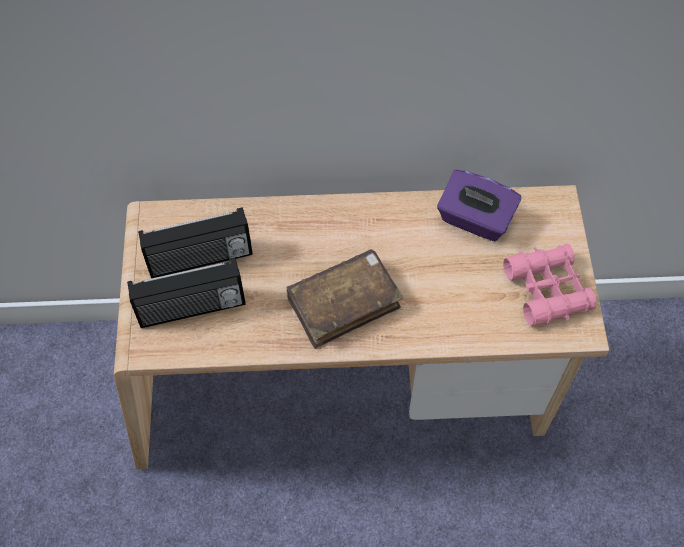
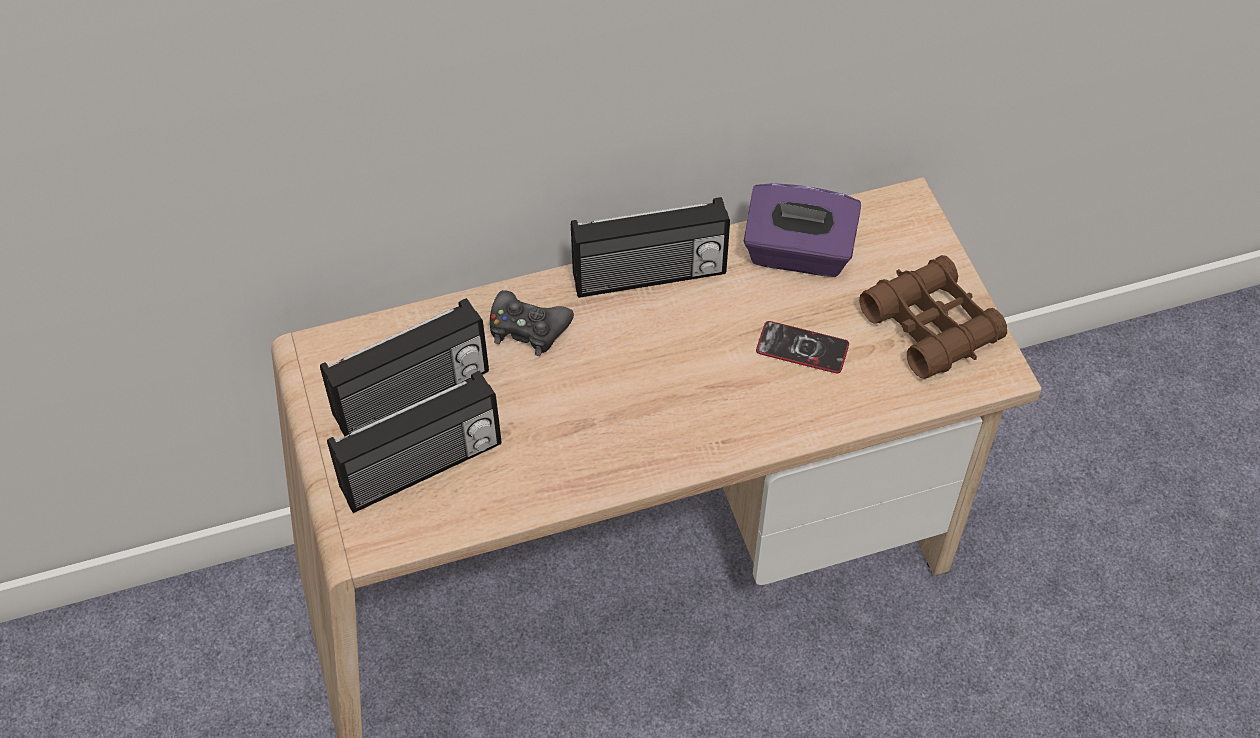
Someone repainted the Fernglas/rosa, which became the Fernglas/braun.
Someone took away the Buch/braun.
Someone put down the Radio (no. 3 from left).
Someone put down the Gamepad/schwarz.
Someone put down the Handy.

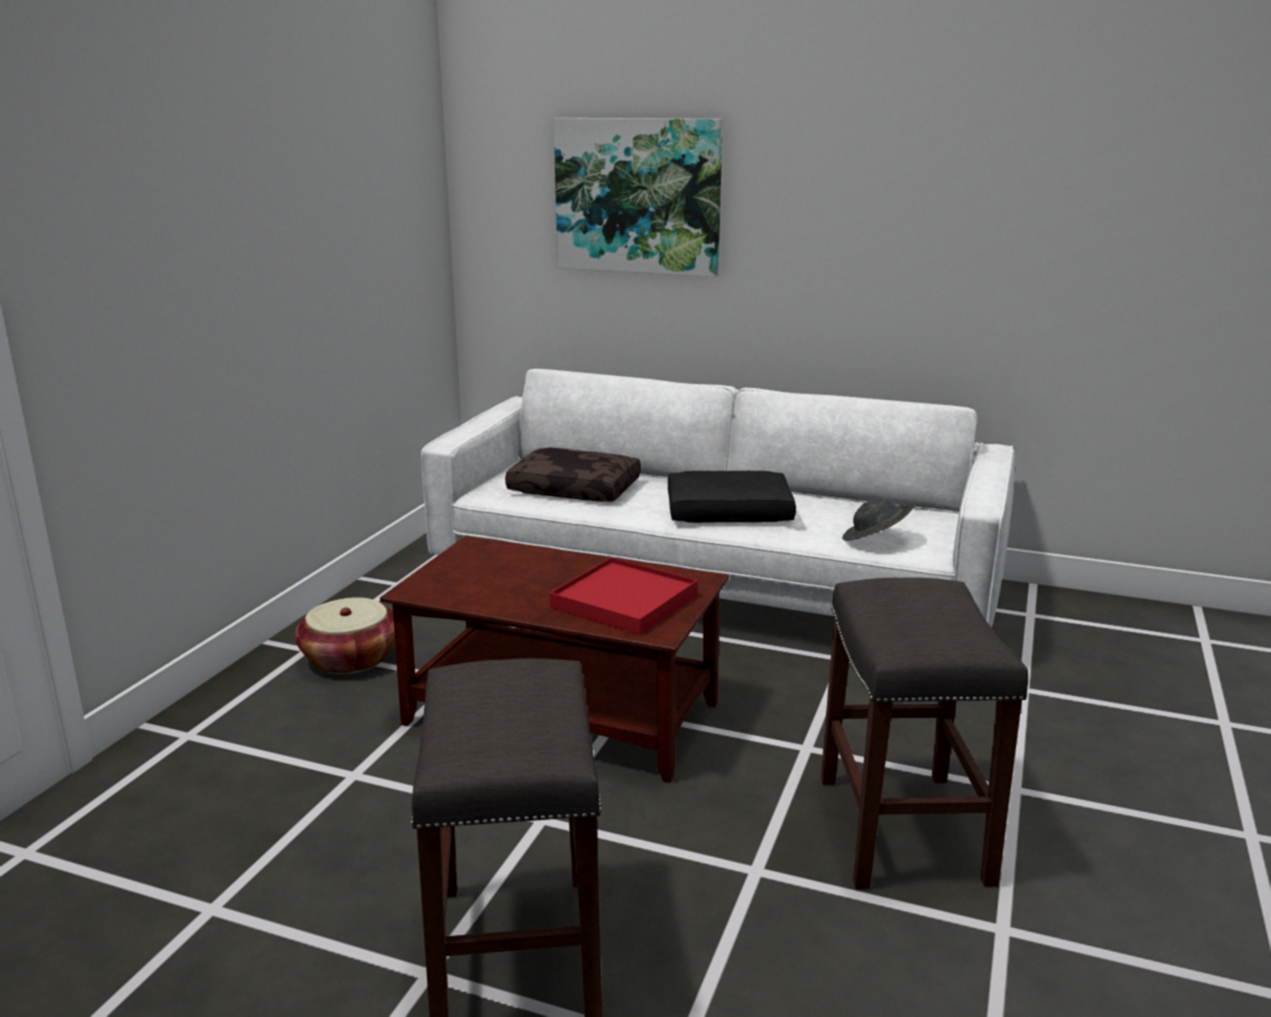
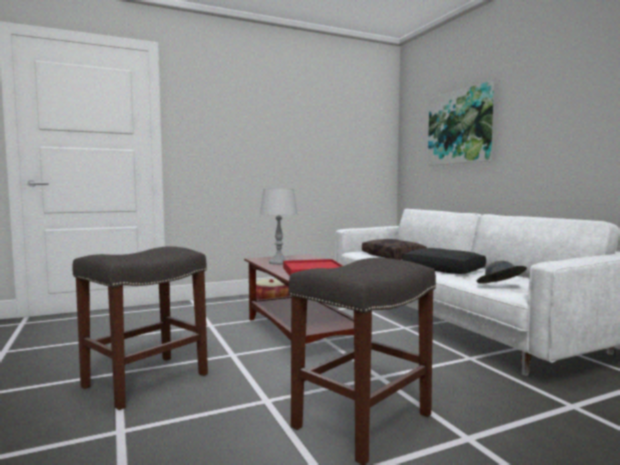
Someone put down the Tischlampe/grau.

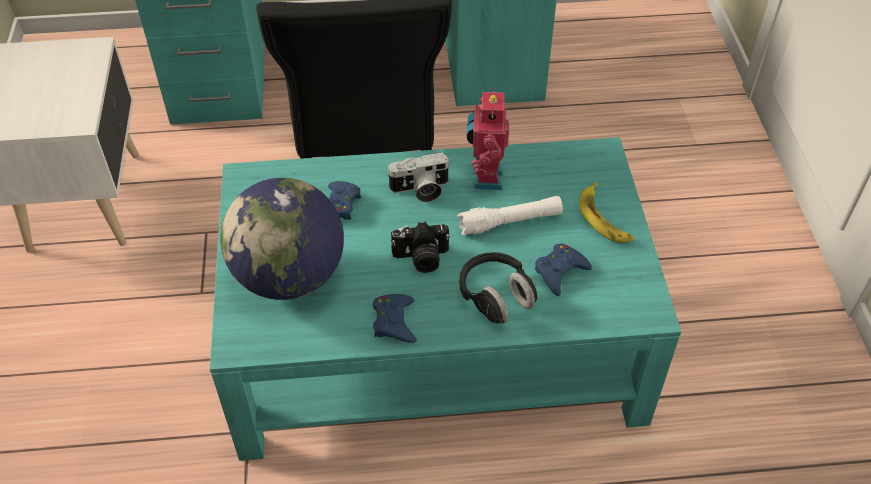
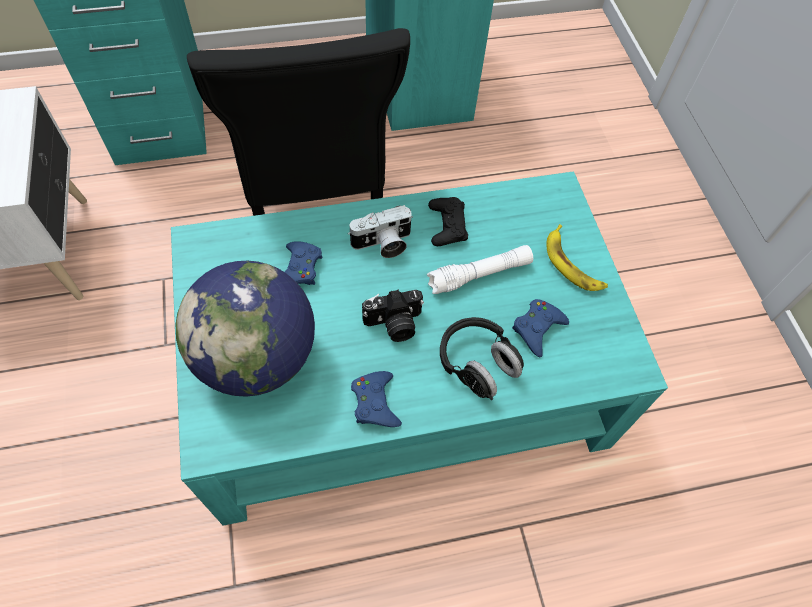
Someone swapped the Spielzeugroboter for the Gamepad/schwarz.

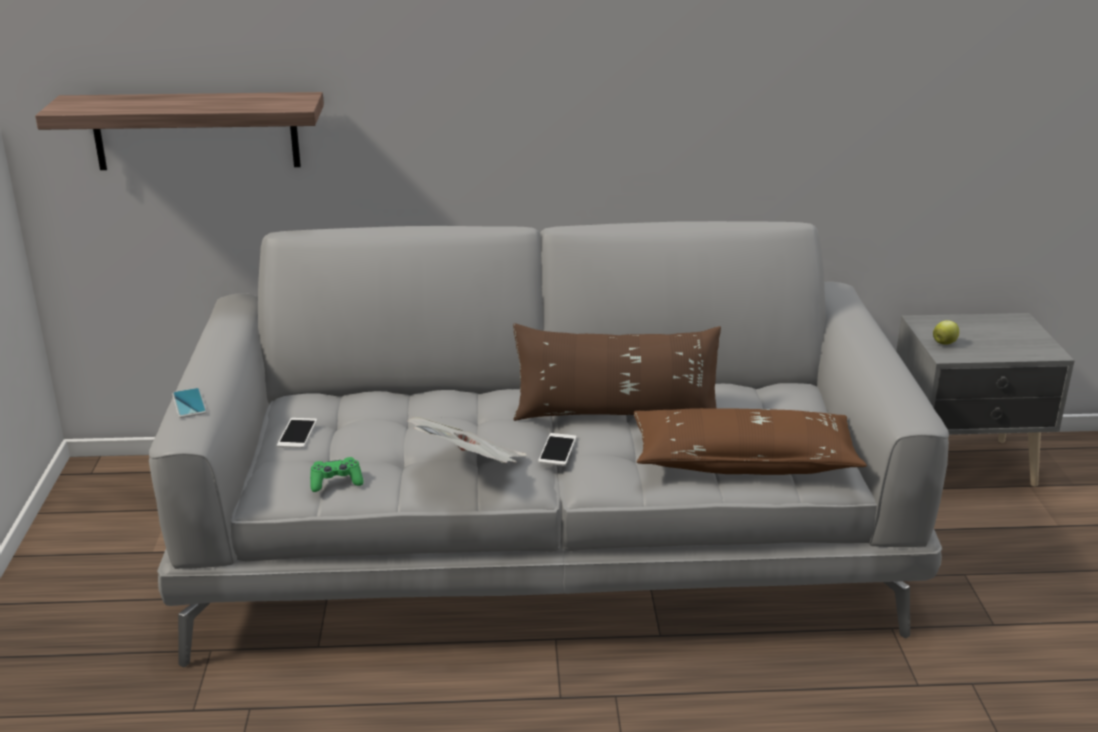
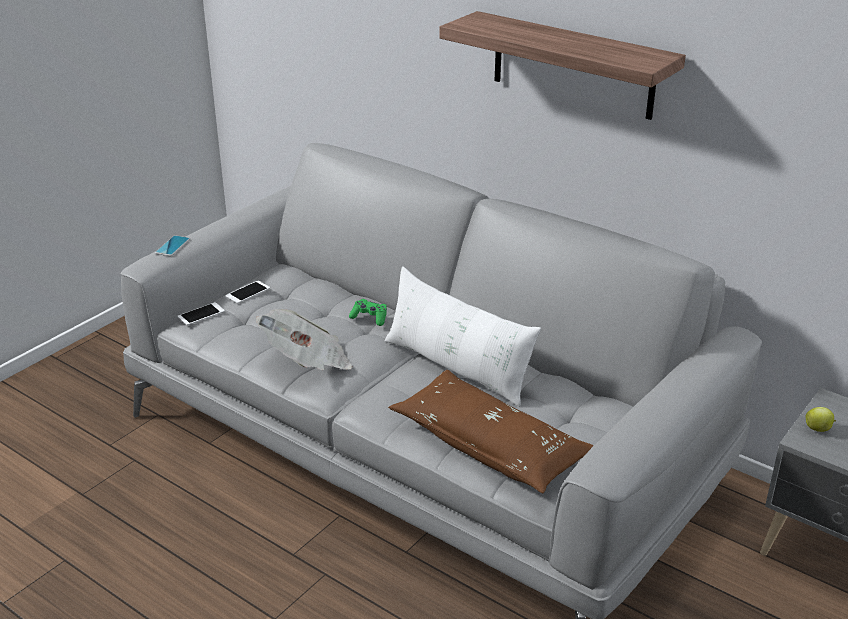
Someone carried the Wandregal.
Someone repainted the Kissen/braun (no. 1 from left), which became the Kissen/weiß.
Someone carried the Handy (no. 3 from left in the first image).
Someone carried the Gamepad/grün.

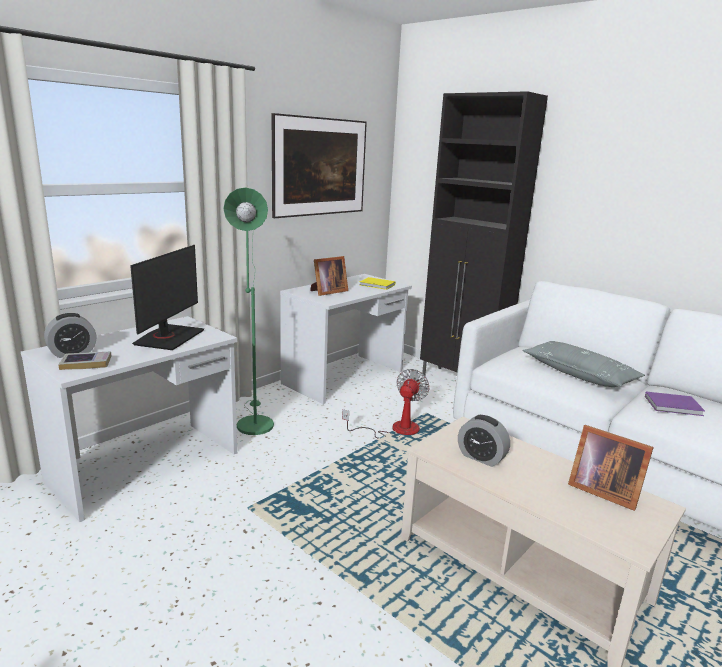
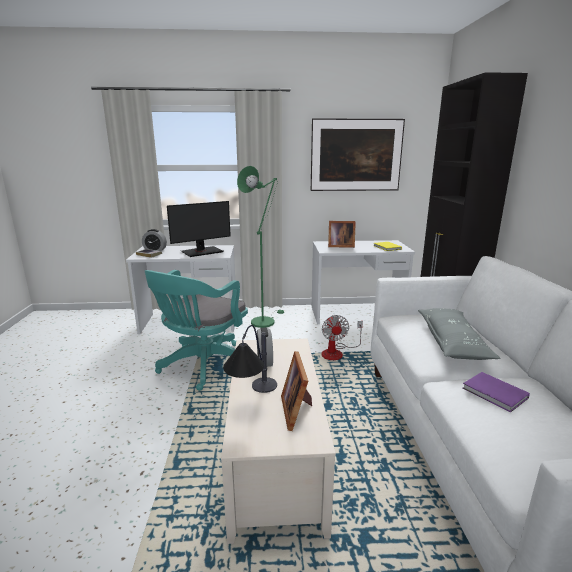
Someone rotated the Ventilator by 105 degrees clockwise.
Someone put down the Bürostuhl/türkis.
Someone put down the Tischlampe.

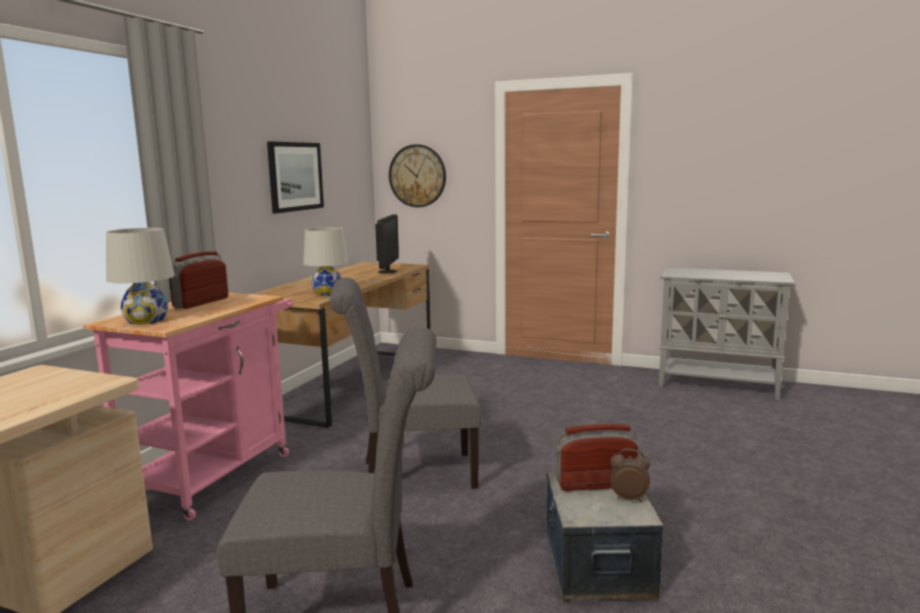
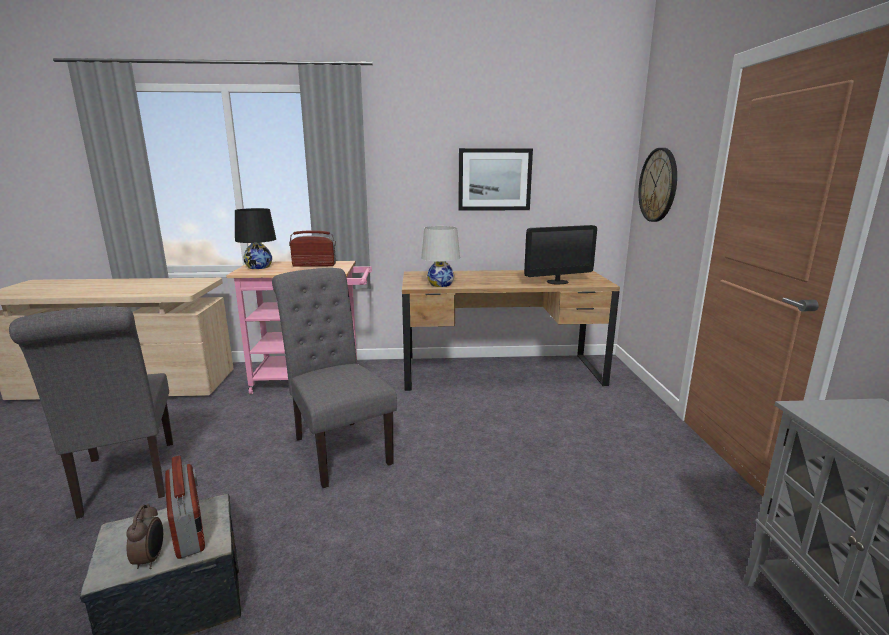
Someone repainted the Tischlampe/weiß (no. 1 from left), which became the Tischlampe/schwarz.

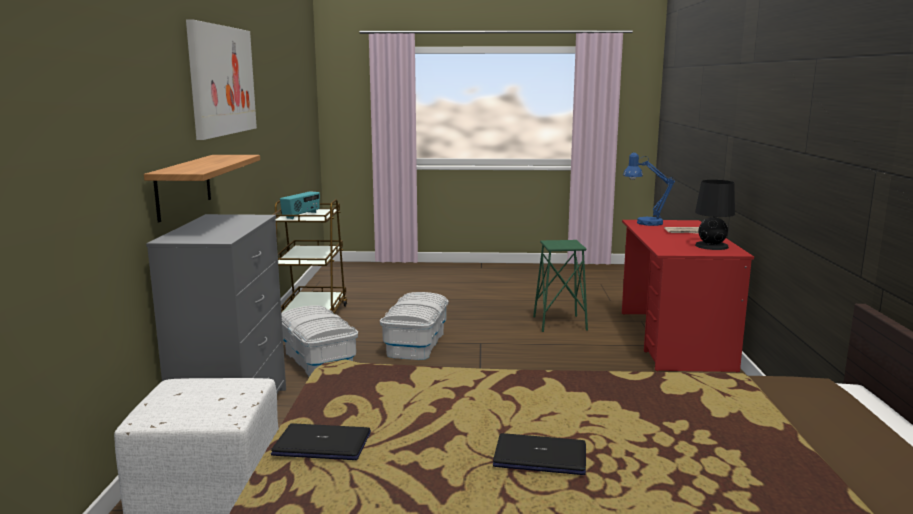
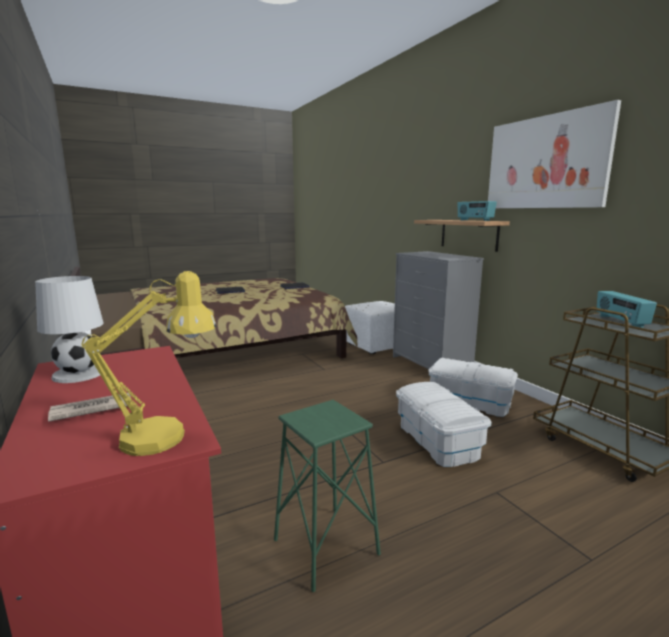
Someone repainted the Tischlampe/blau, which became the Tischlampe/gelb.
Someone repainted the Tischlampe/schwarz, which became the Tischlampe/weiß.
Someone put down the Radio (no. 1 from left).

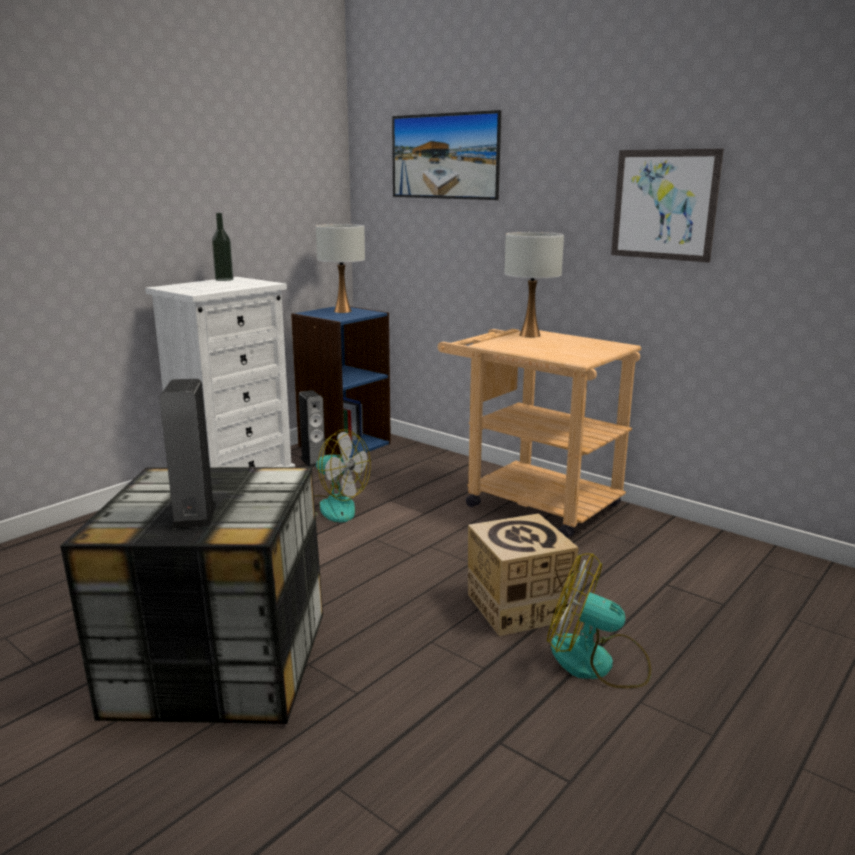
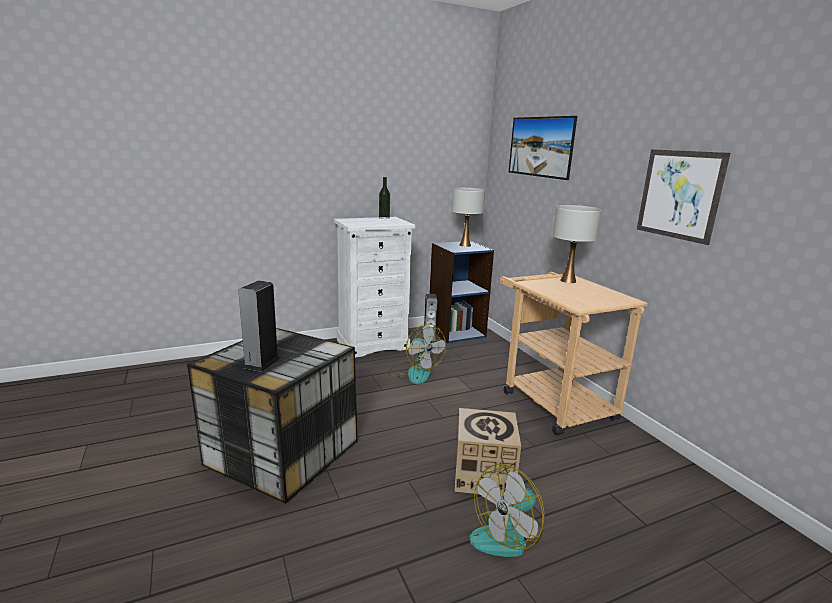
Someone rotated the Ventilator (no. 2 from left) by 90 degrees counterclockwise.

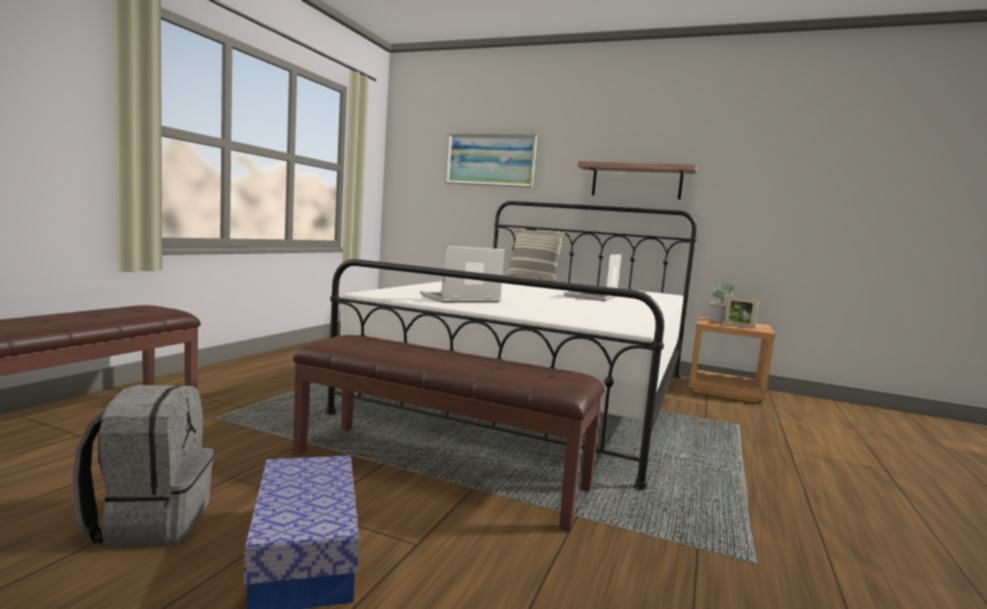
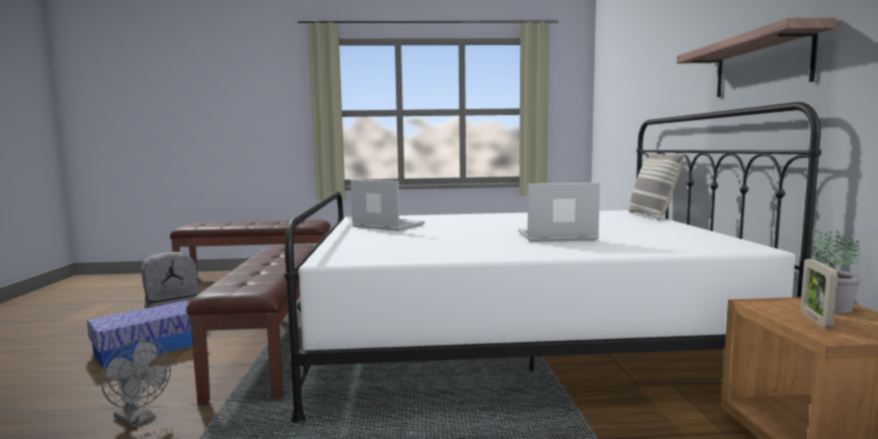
Someone took away the Bild.
Someone put down the Ventilator/grau.

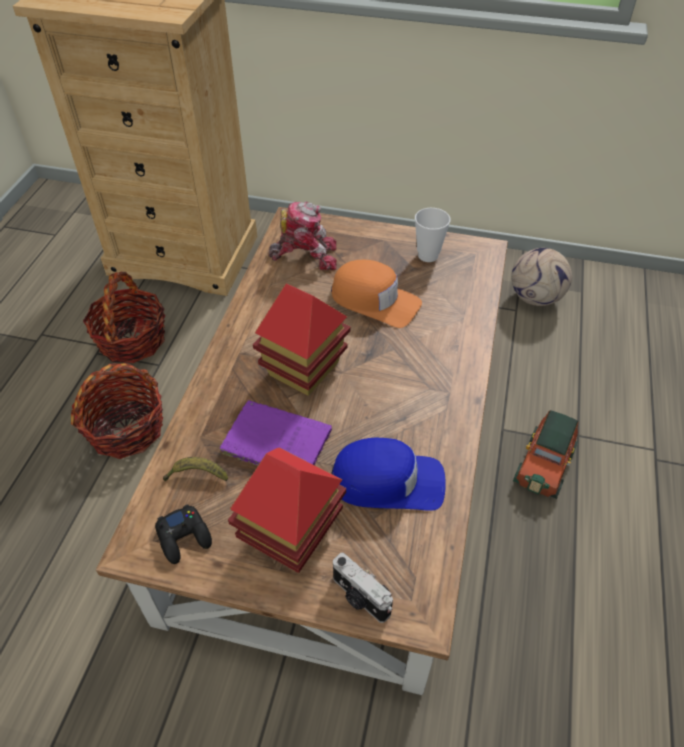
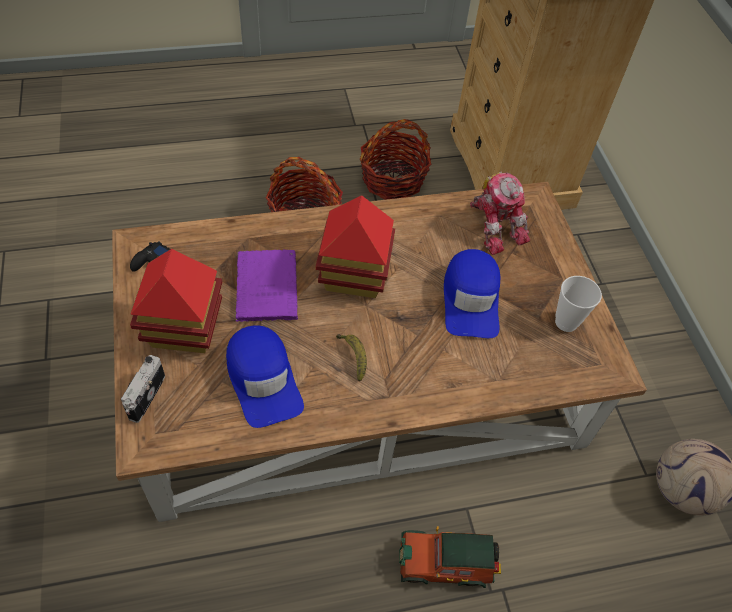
Someone repainted the Kappe/orange, which became the Kappe/blau (no. 2 from left).
Someone carried the Banane.

